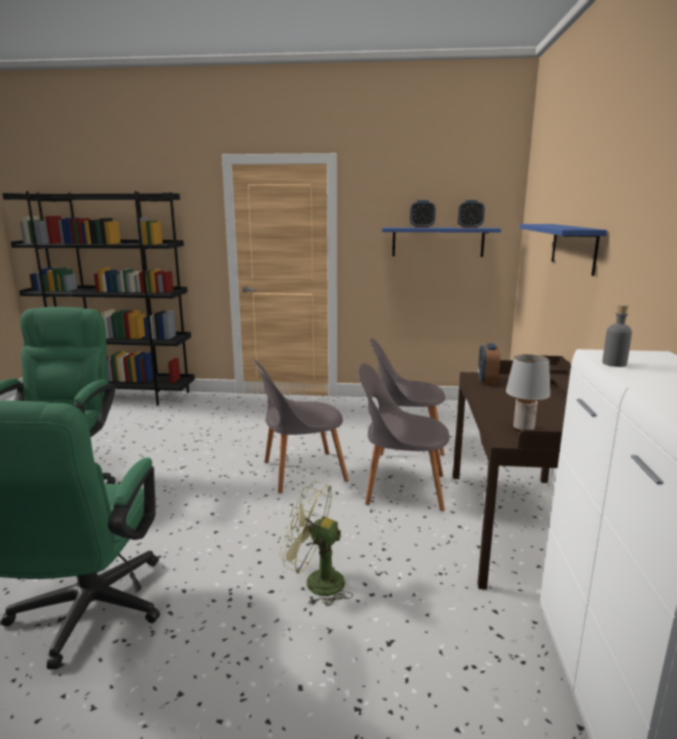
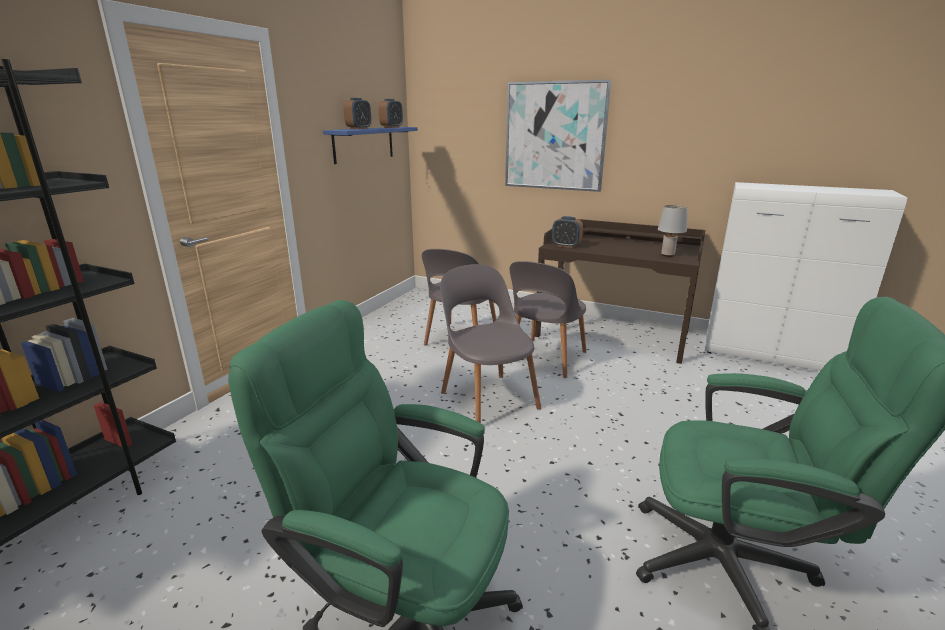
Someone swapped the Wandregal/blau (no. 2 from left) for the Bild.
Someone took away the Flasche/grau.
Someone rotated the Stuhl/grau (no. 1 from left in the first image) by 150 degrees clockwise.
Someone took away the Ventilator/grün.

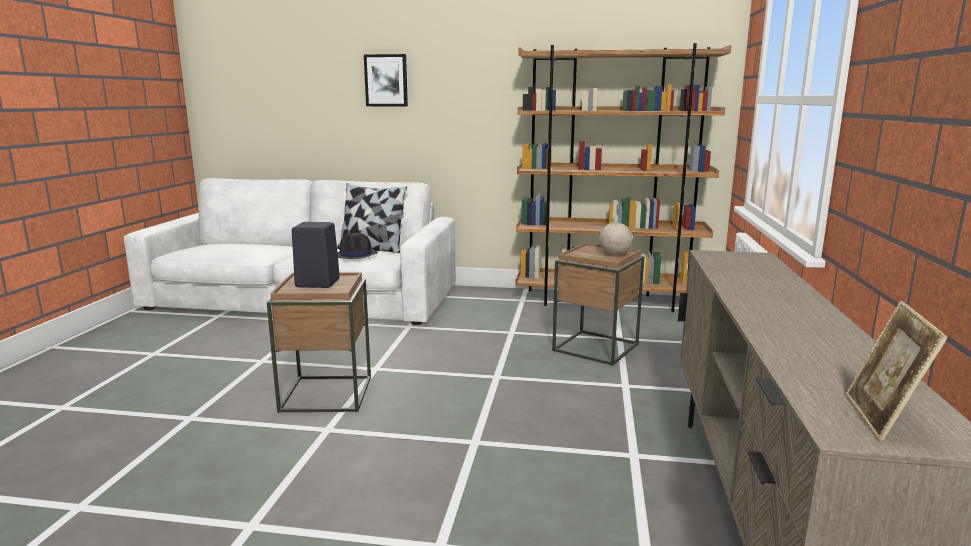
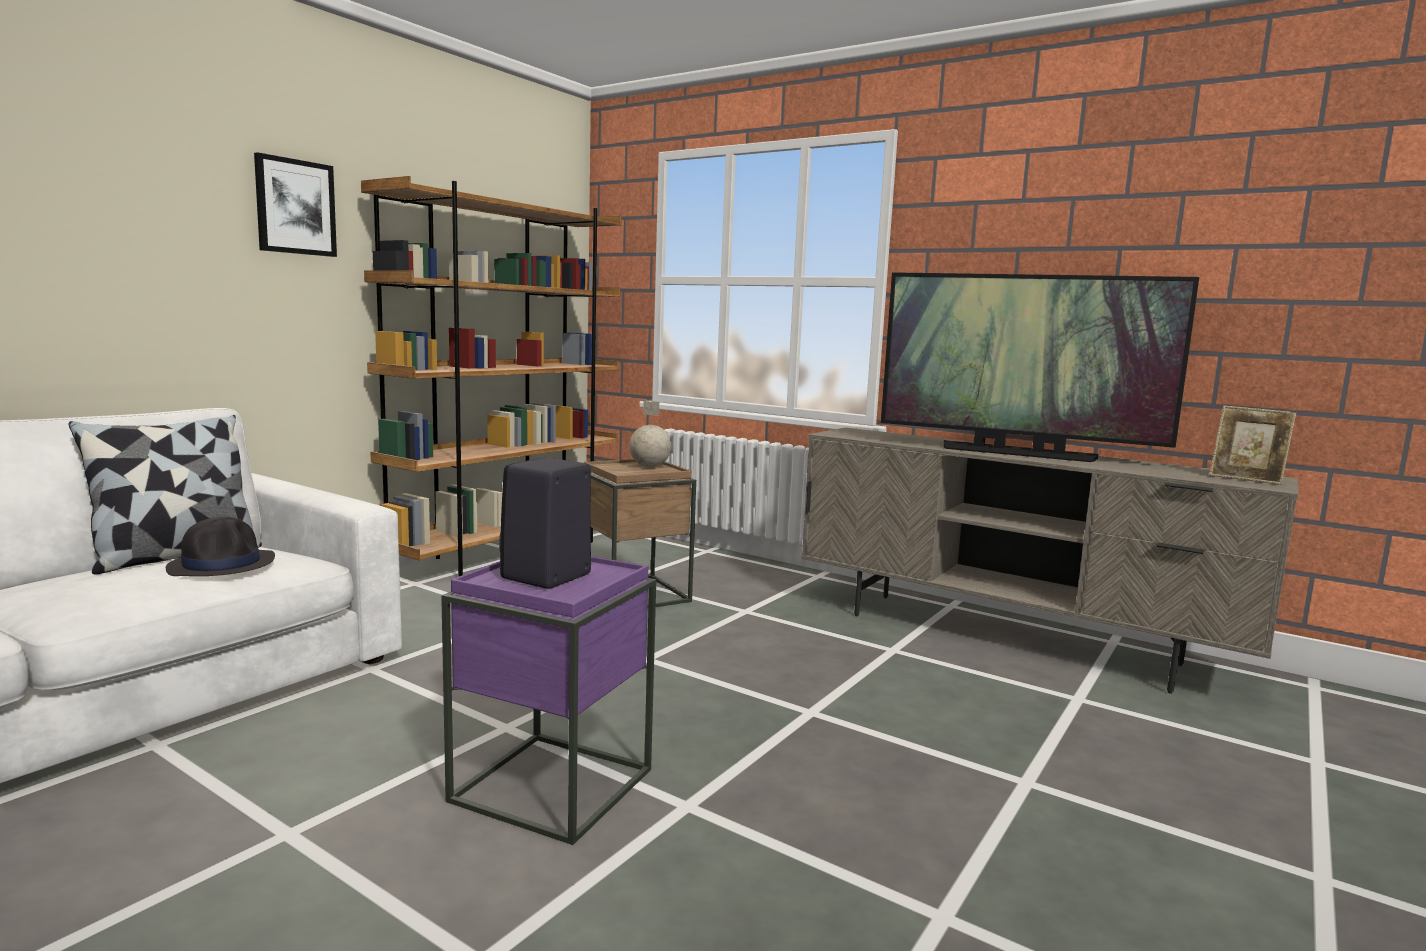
Someone carried the Bild.
Someone repainted the Beistelltisch/braun (no. 1 from left), which became the Beistelltisch/lila.
Someone put down the Fernseher.

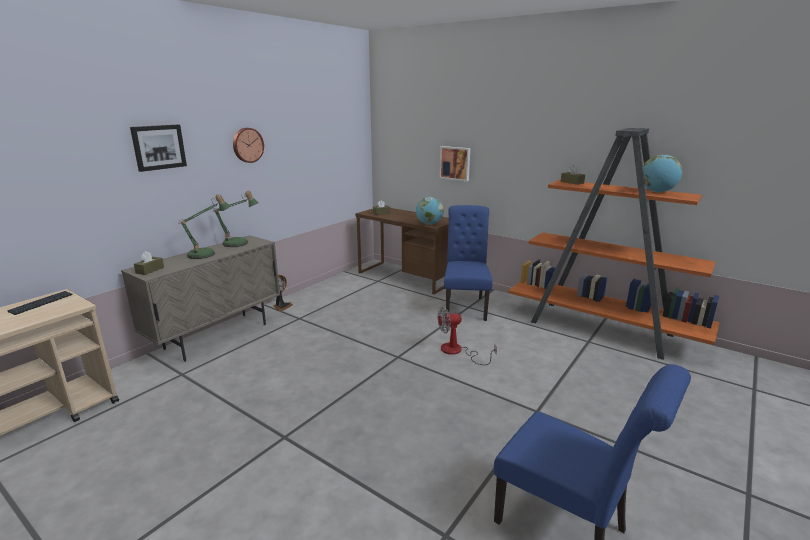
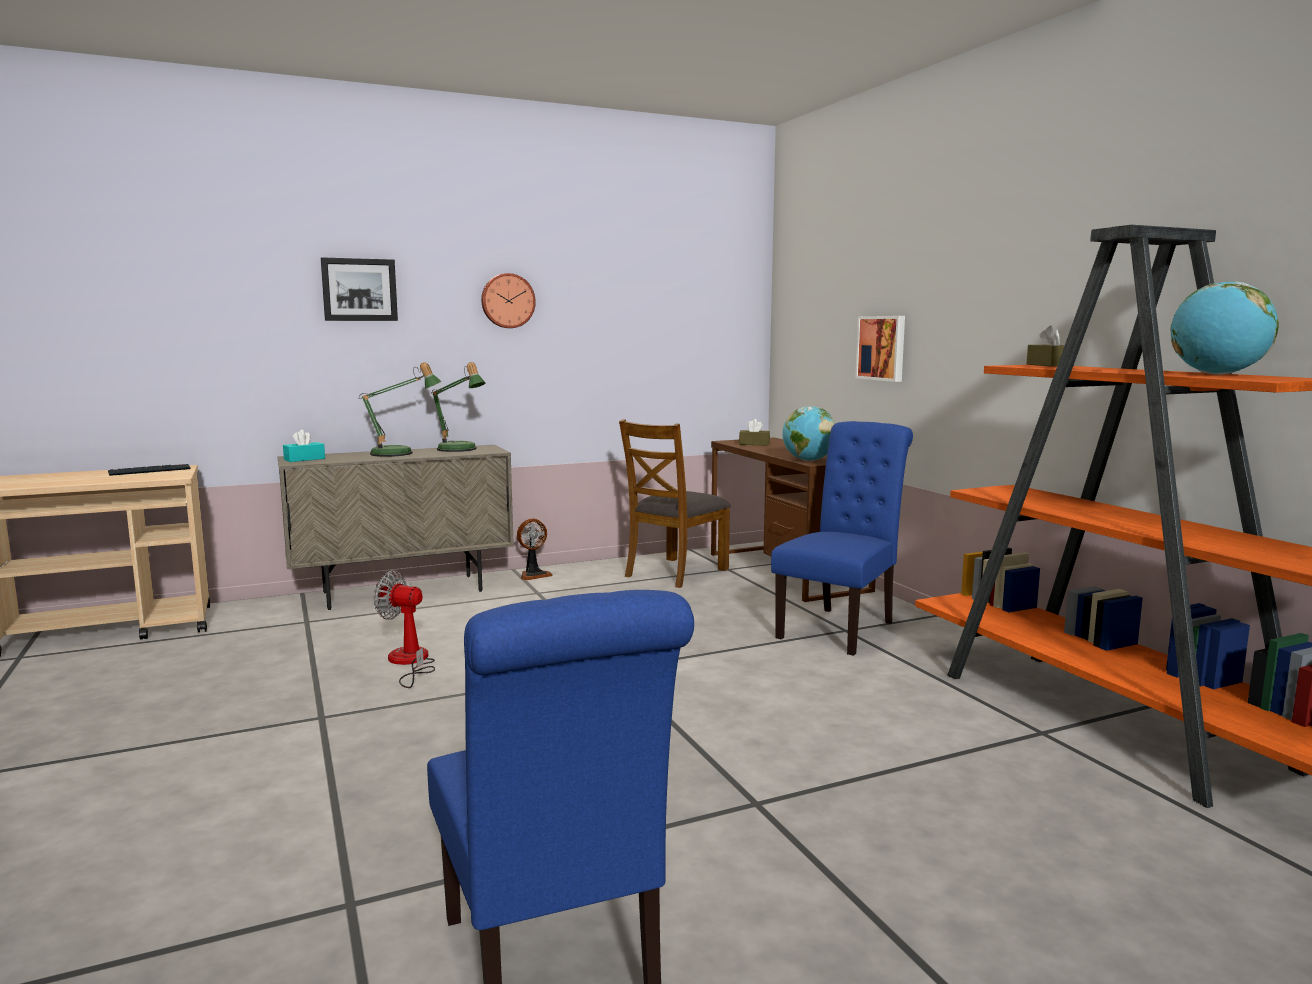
Someone repainted the Taschentuchbox/braun (no. 1 from left), which became the Taschentuchbox/türkis.
Someone carried the Ventilator (no. 2 from left in the first image).
Someone put down the Stuhl/braun.

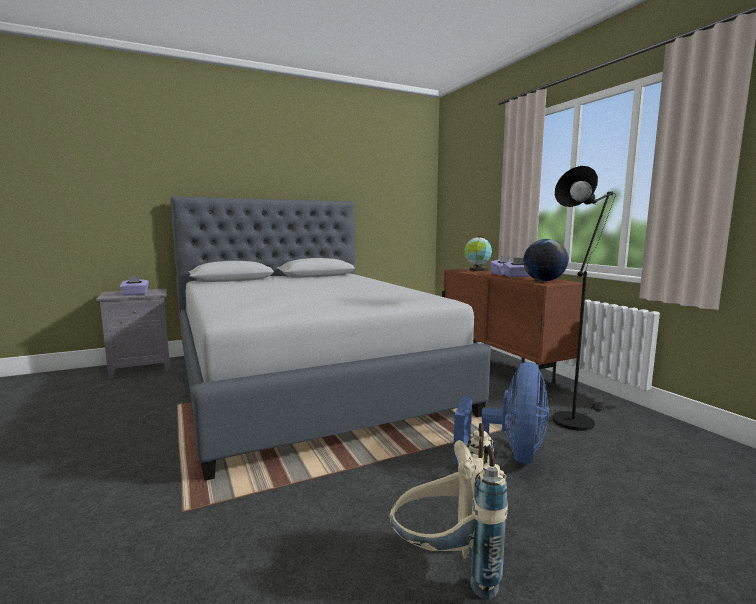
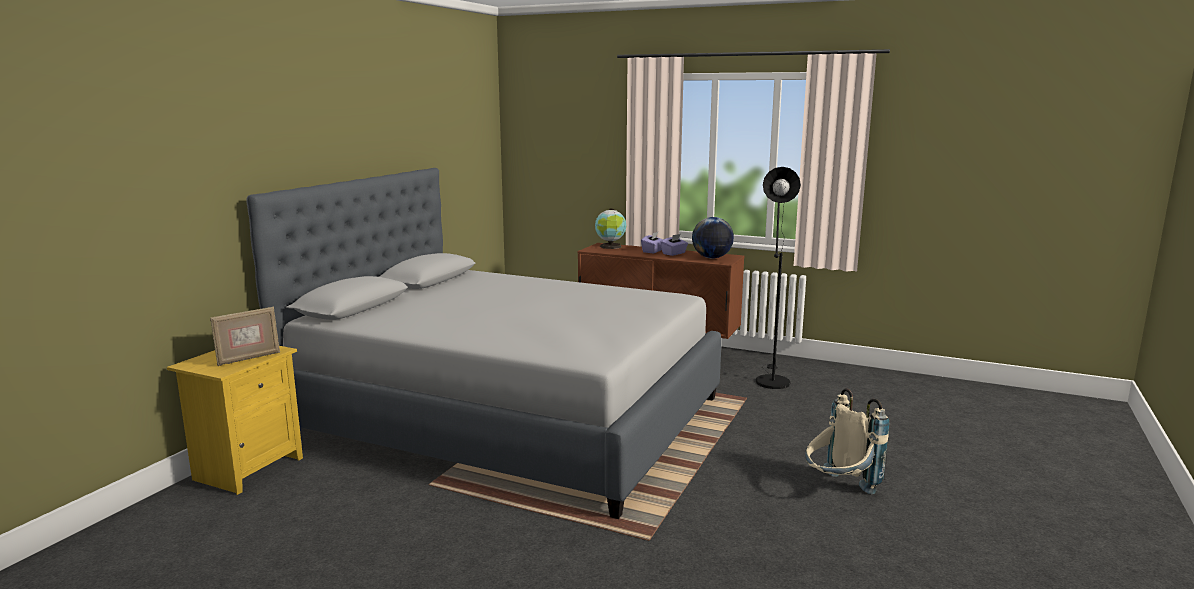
Someone swapped the Taschentuchbox/lila (no. 1 from left) for the Bilderrahmen.
Someone repainted the Nachttisch/grau, which became the Nachttisch/gelb.
Someone took away the Ventilator/blau.

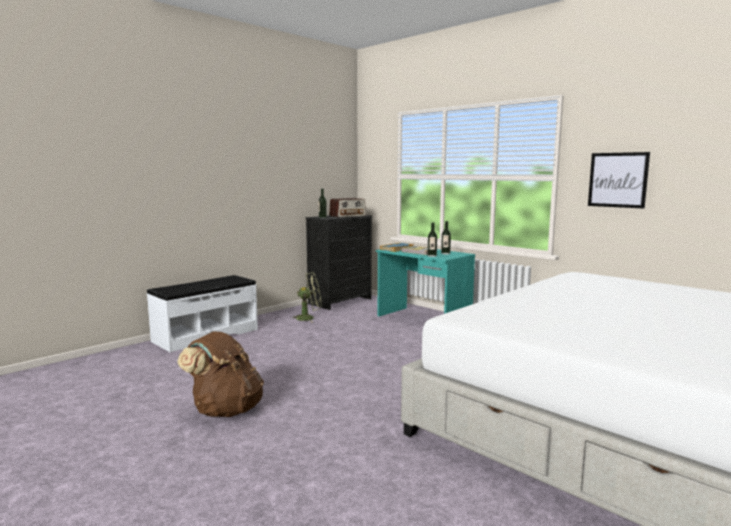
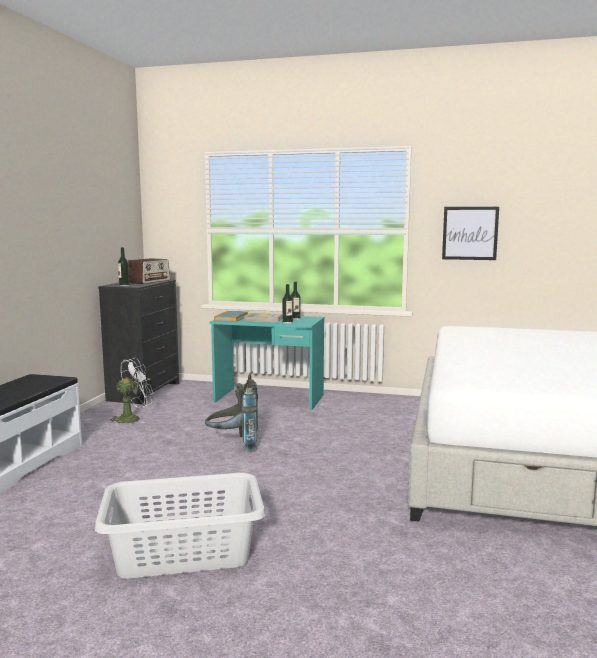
Someone repainted the Ventilator/grün, which became the Ventilator/weiß.
Someone swapped the Rucksack/braun for the Wäschekorb/grau.
Someone put down the Rucksack/grau.

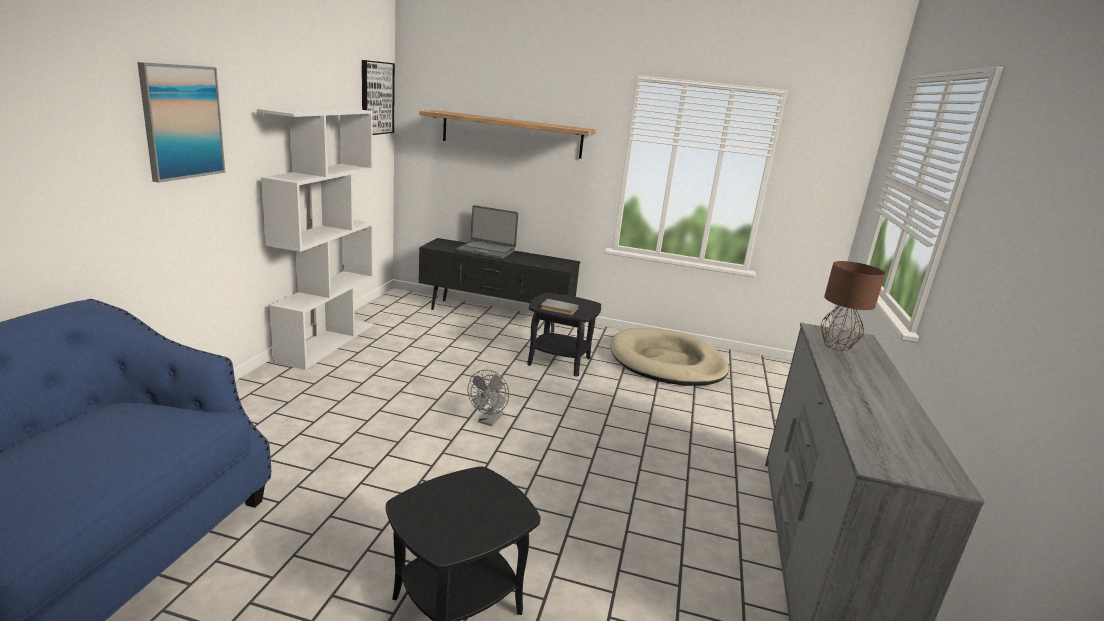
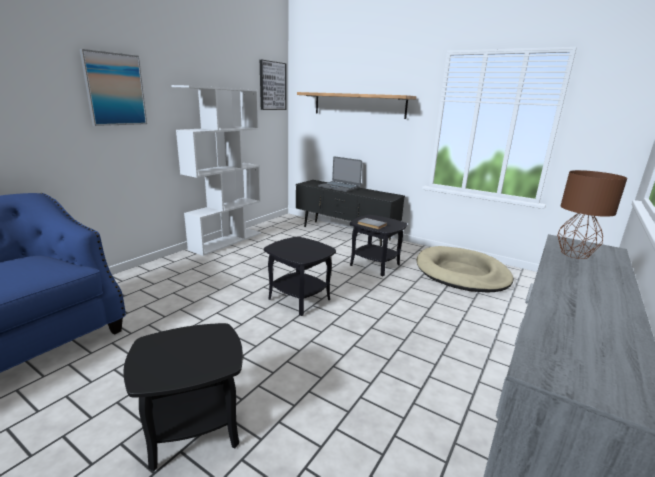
Someone swapped the Ventilator/grau for the Beistelltisch/schwarz (no. 2 from left).

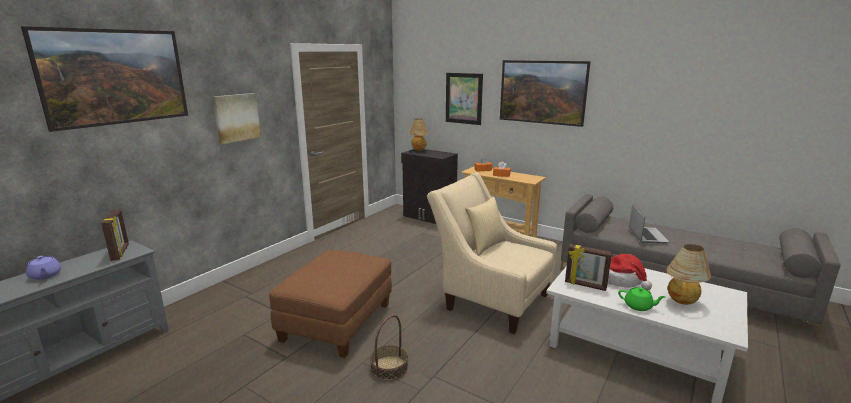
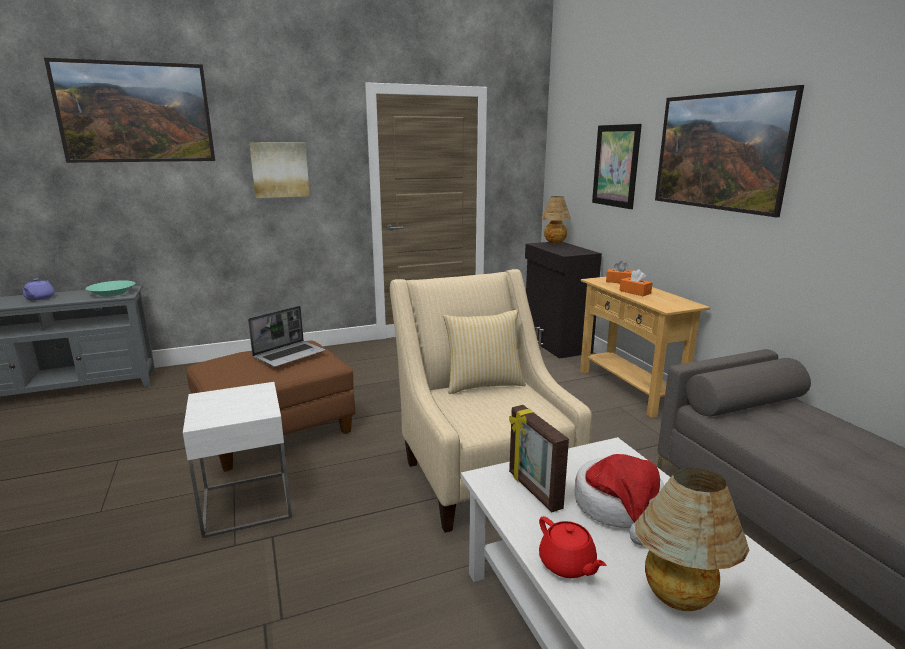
Someone carried the Laptop.
Someone swapped the Bilderrahmen (no. 1 from left) for the Schüssel/türkis.
Someone repainted the Teekanne/grün, which became the Teekanne/rot.
Someone swapped the Korb for the Beistelltisch/weiß.

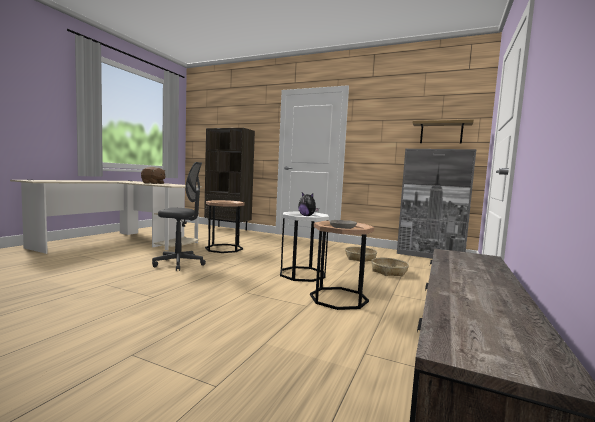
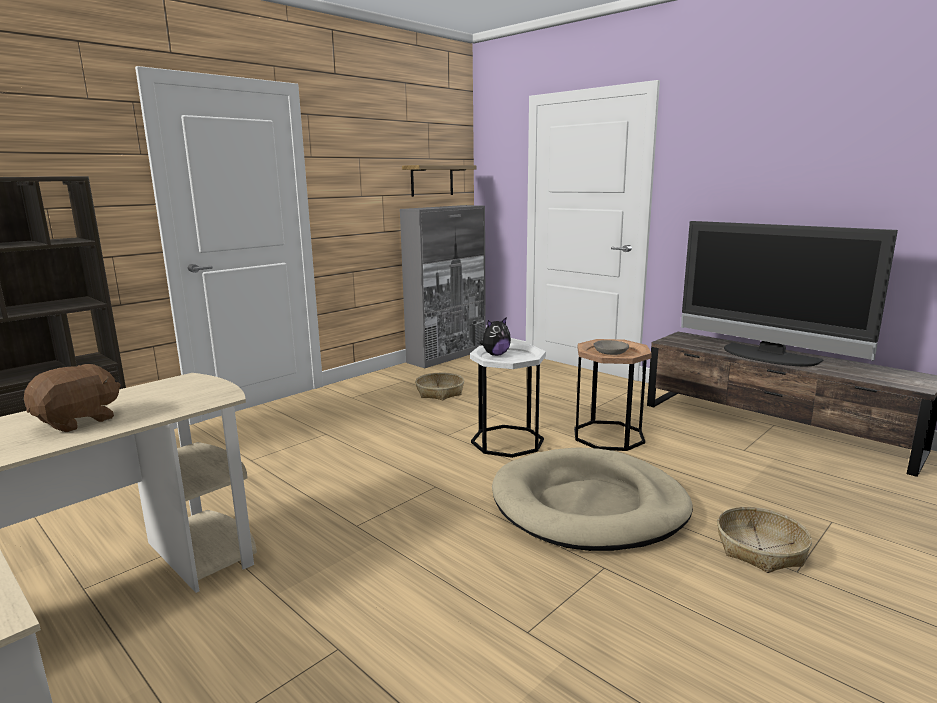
Someone took away the Bürostuhl/grau.
Someone took away the Beistelltisch/braun (no. 1 from left).
Someone carried the Korb (no. 2 from left).
Someone put down the Fernseher.
Someone put down the Hundebett/beige.

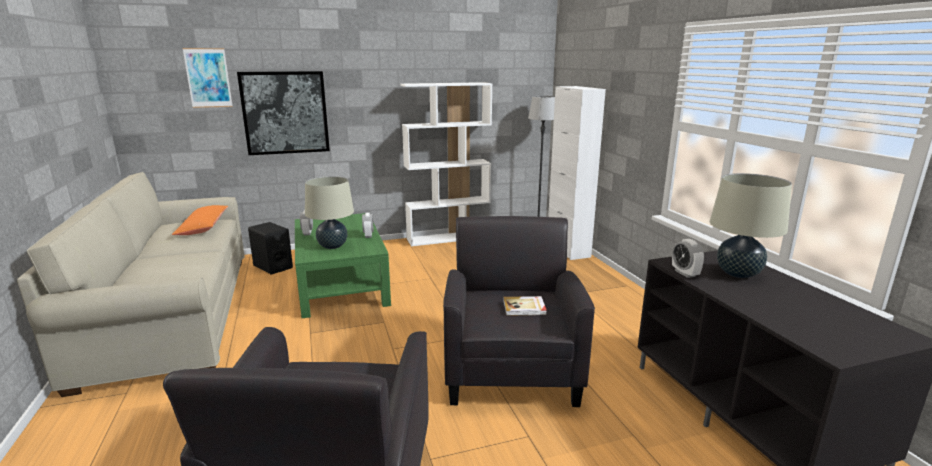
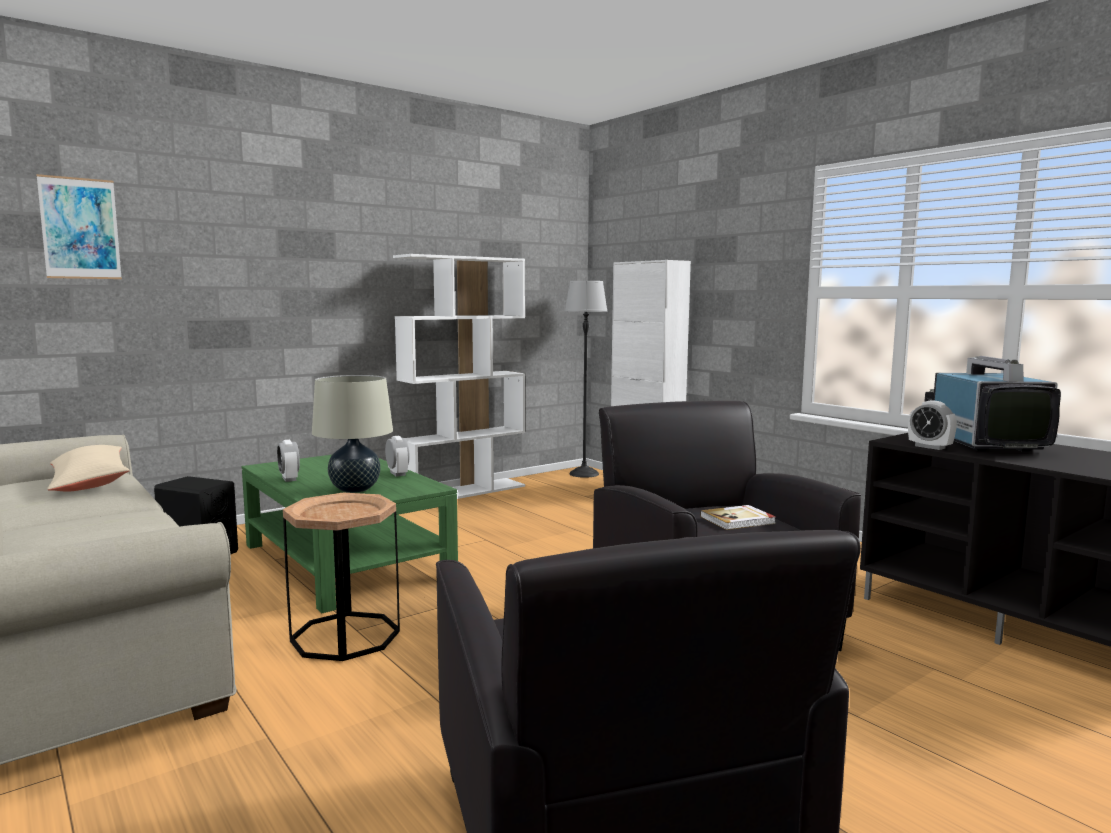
Someone took away the Bild (no. 2 from left).
Someone swapped the Tischlampe/beige (no. 2 from left) for the Fernseher.
Someone repainted the Kissen/orange, which became the Kissen/beige.
Someone put down the Beistelltisch/braun.

